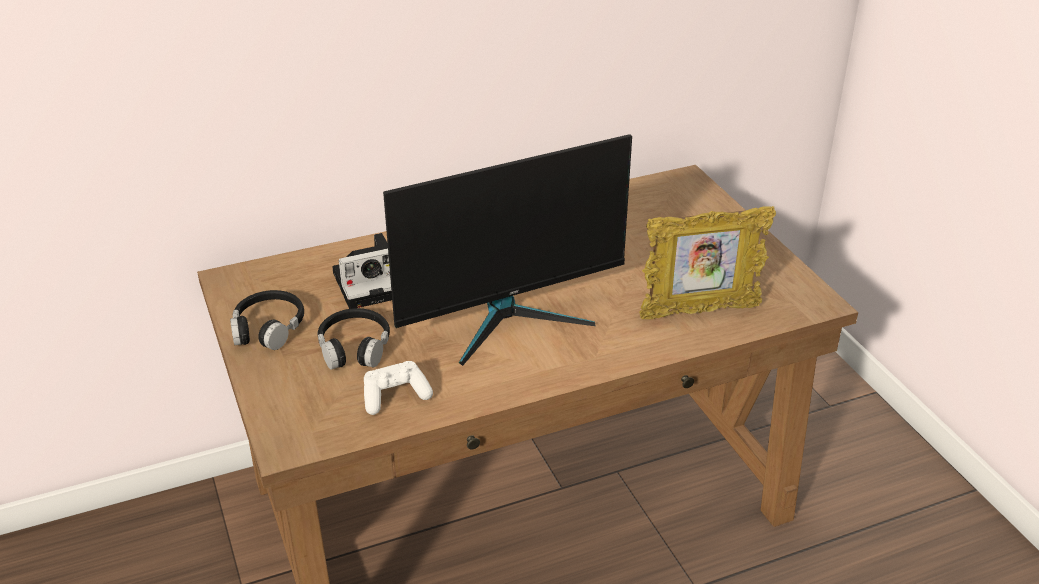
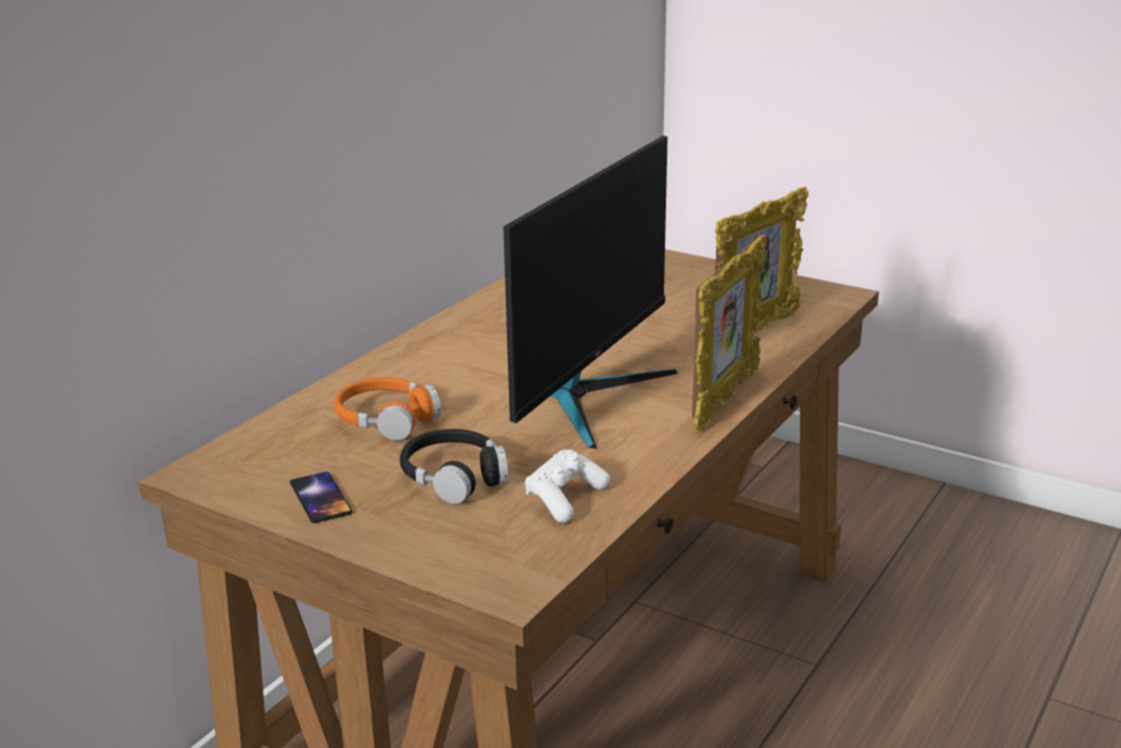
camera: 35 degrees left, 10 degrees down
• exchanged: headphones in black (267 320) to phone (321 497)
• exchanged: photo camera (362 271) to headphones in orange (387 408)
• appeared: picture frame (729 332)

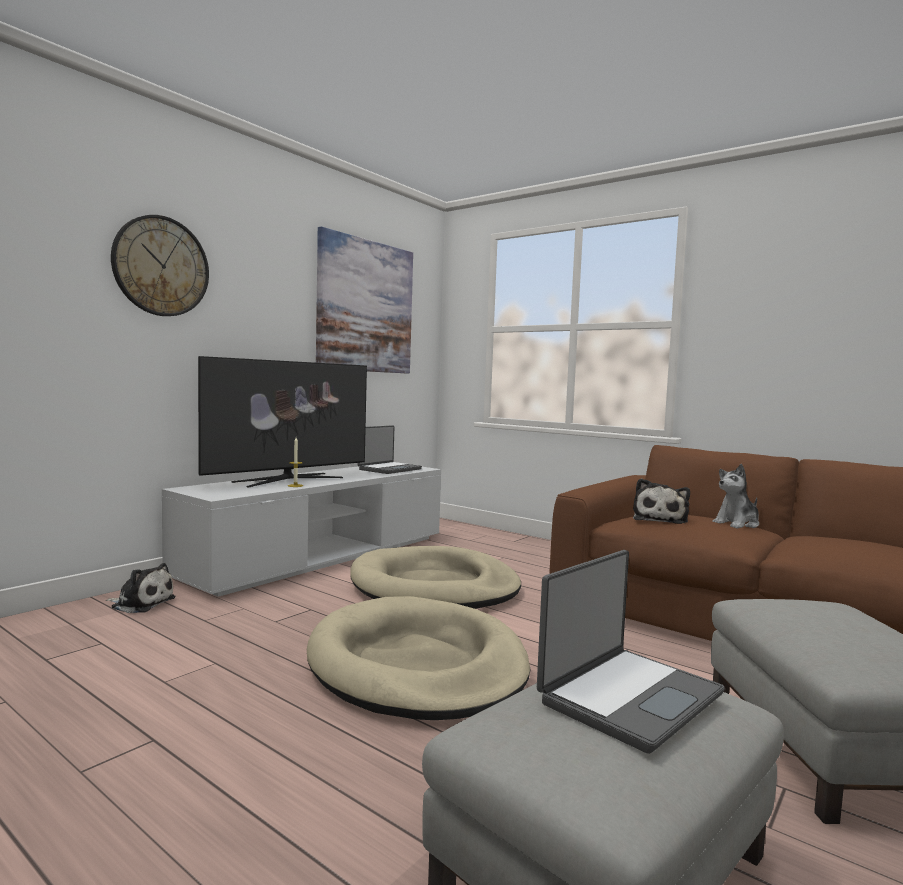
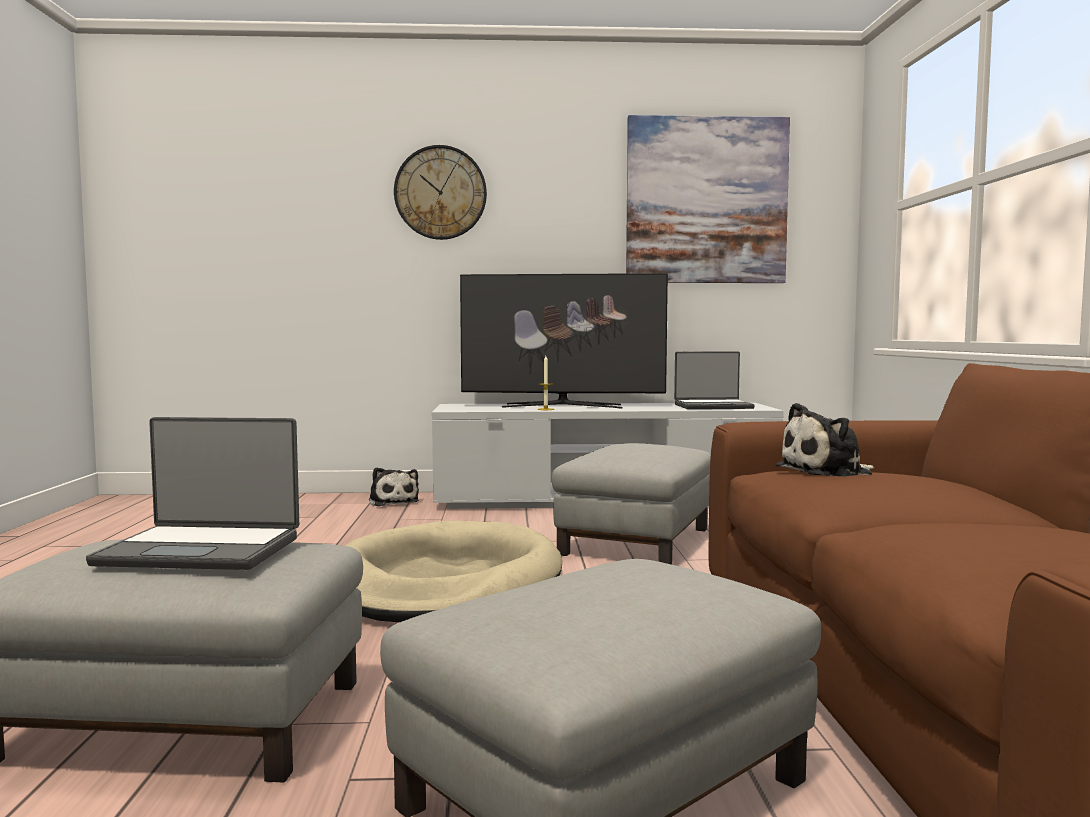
camera: 50 degrees right, 0 degrees up
• exchanged: dog bed in beige (436 577) to ottoman in grey (631 504)
• missing: plush toy (735 496)

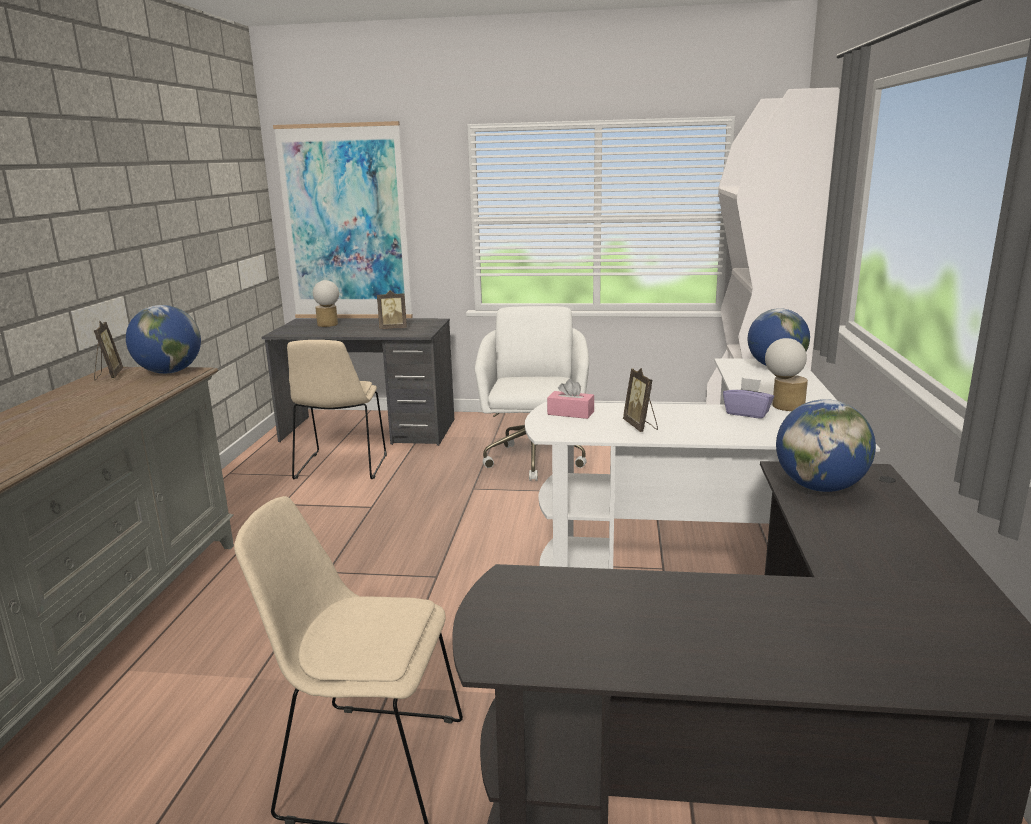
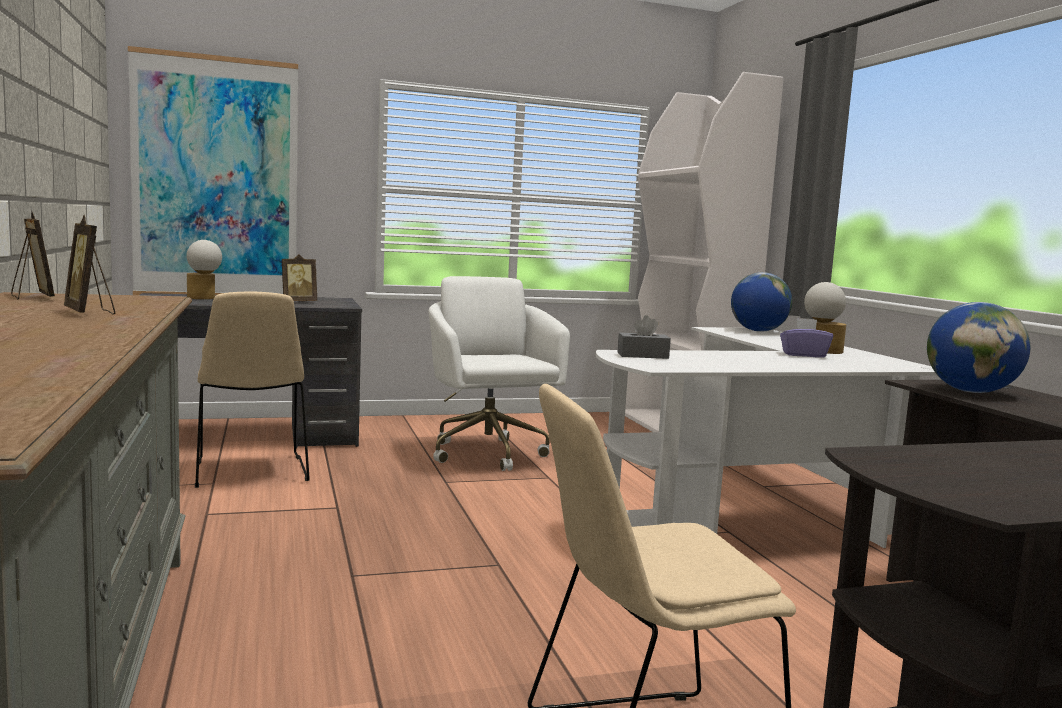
camera: 25 degrees left, 10 degrees down
• missing: globe (163 339)
• colour: tissue box in pink (570 399) to tissue box in grey (644 337)
• relocated: picture frame (640 400) to (89 264)

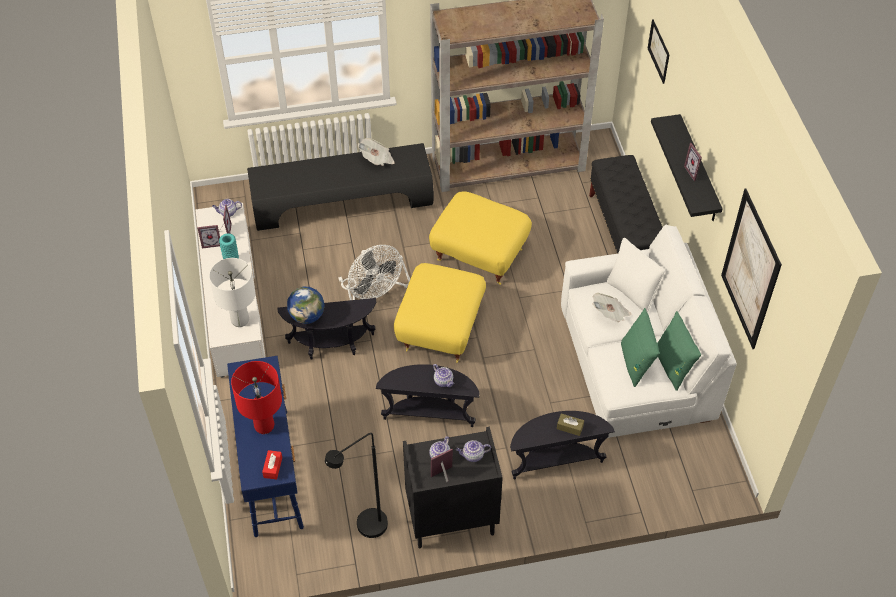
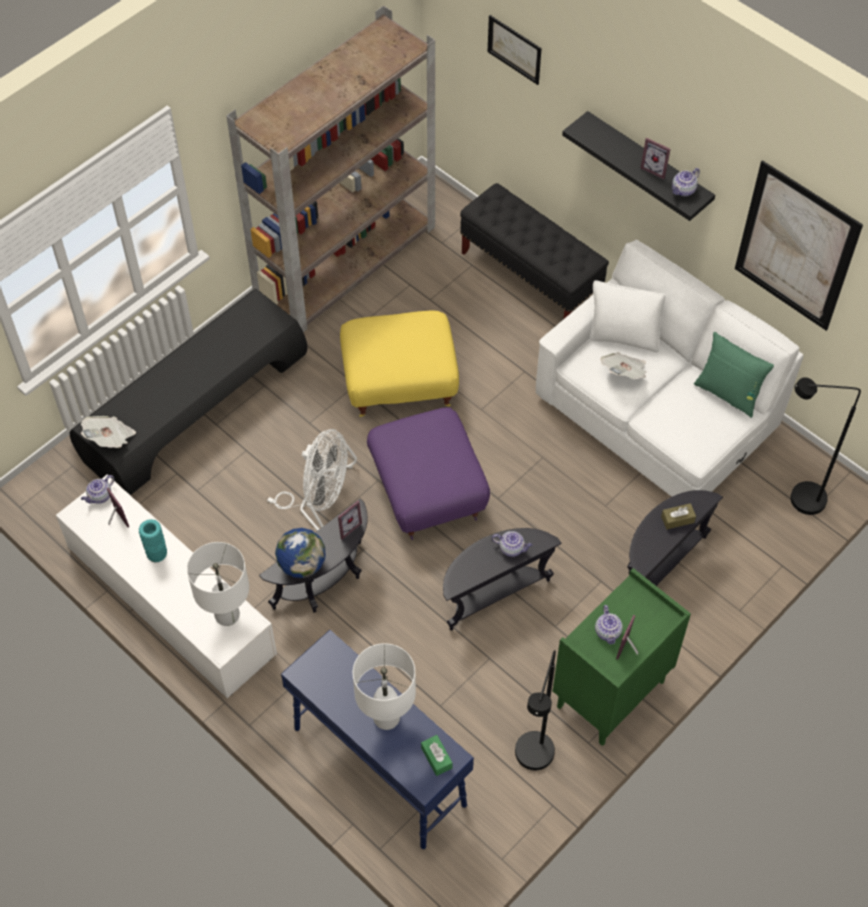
camera: 35 degrees left, 5 degrees up
• relocated: picture frame (208 237) to (350 520)
• colour: table lamp in red (256 397) to table lamp in white (384 686)
• colour: tissue box in red (272 464) to tissue box in green (437 755)
• relocated: newspaper (376 152) to (108 432)
• colour: ottoman in yellow (440 313) to ottoman in purple (428 473)
• colour: cabinet in black (453 487) to cabinet in green (621 656)
• relocated: teapot (473 451) to (685 182)
• missing: pillow in green (640 347)
• appeared: floor lamp in black (825 446)

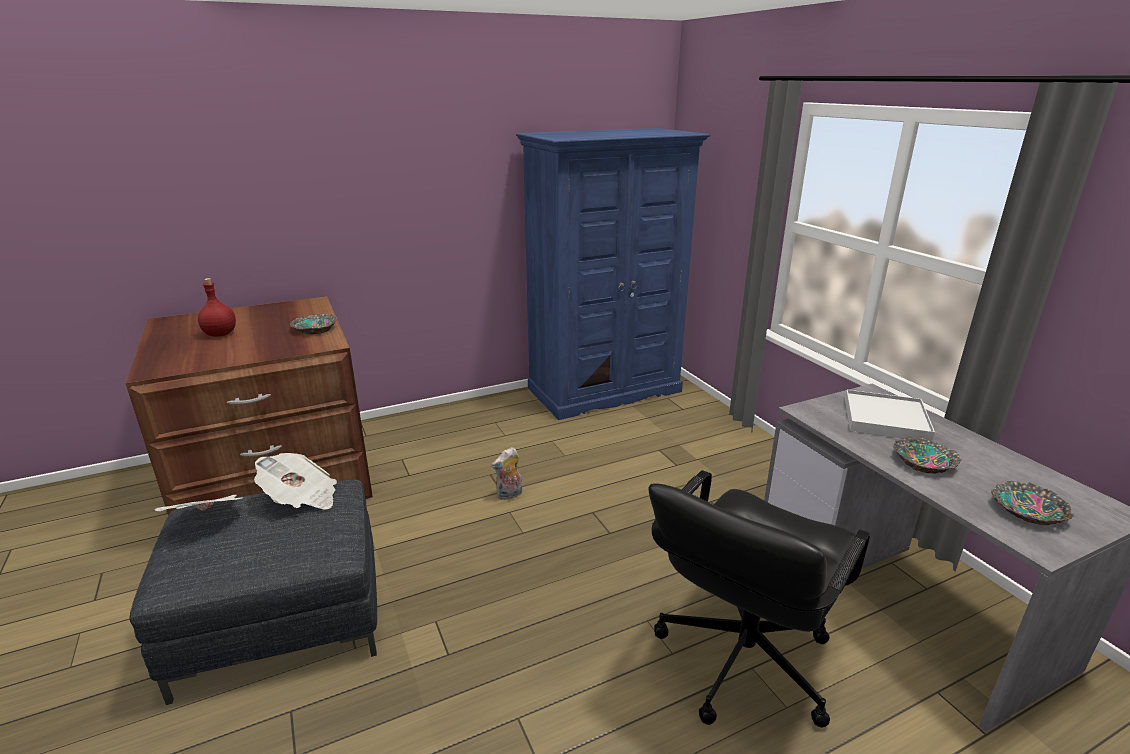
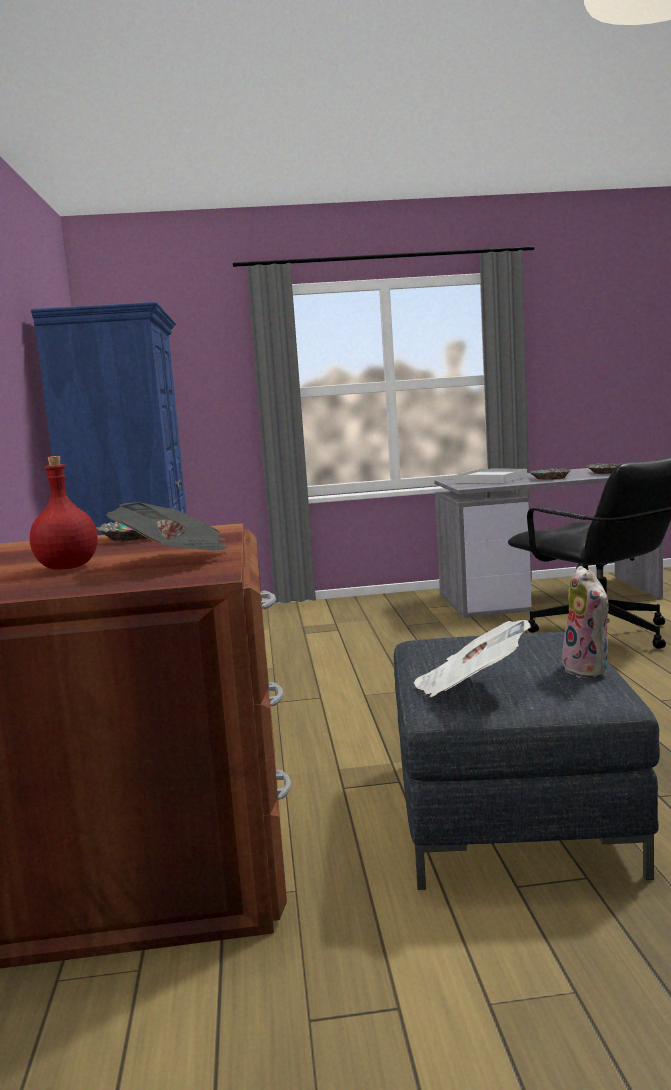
camera: 70 degrees left, 15 degrees down
• relocated: newspaper (295 481) to (167 526)
• relocated: plush toy (506 473) to (586 622)

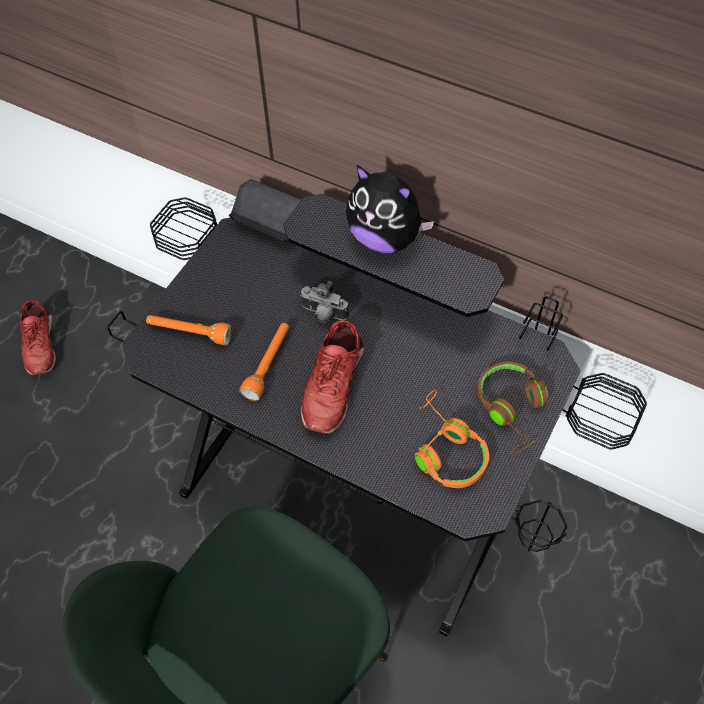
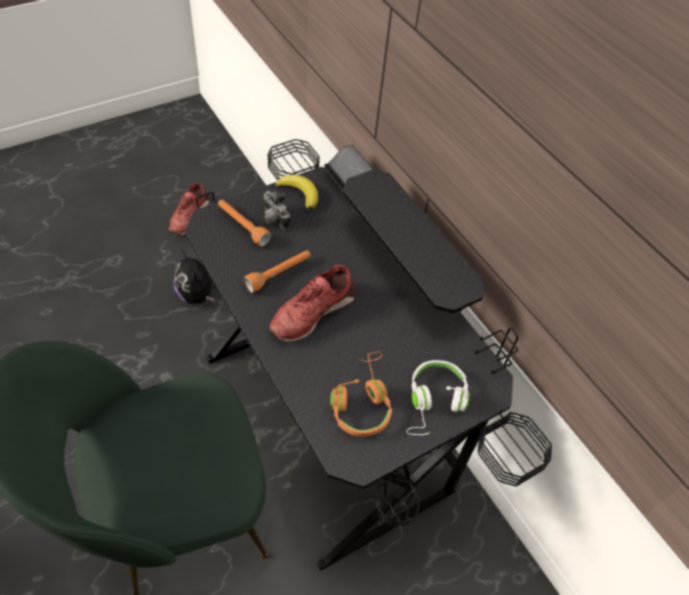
camera: 25 degrees right, 5 degrees down
• relocated: photo camera (324 302) to (276 210)
• relocated: plush toy (390 208) to (194 277)
• colour: headphones in brown (512 408) to headphones in white (438 397)
• appeared: banana (296 192)

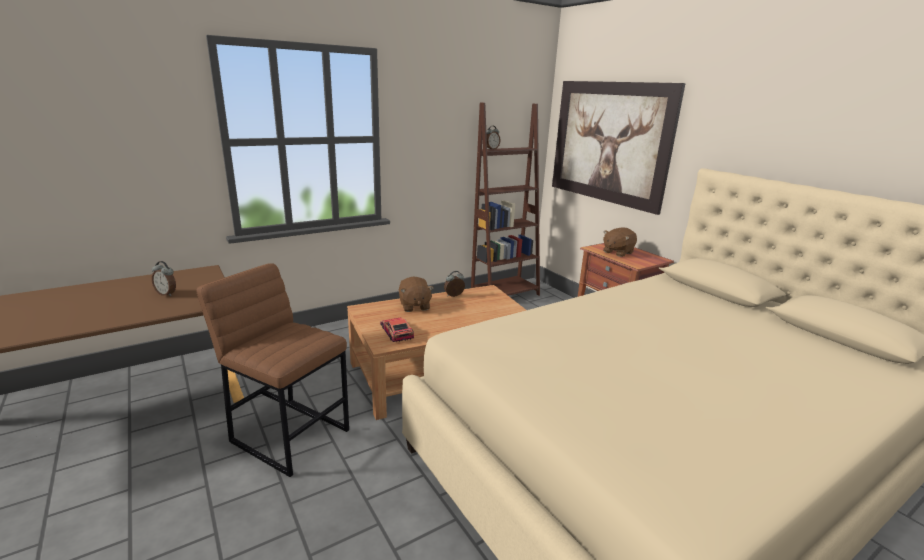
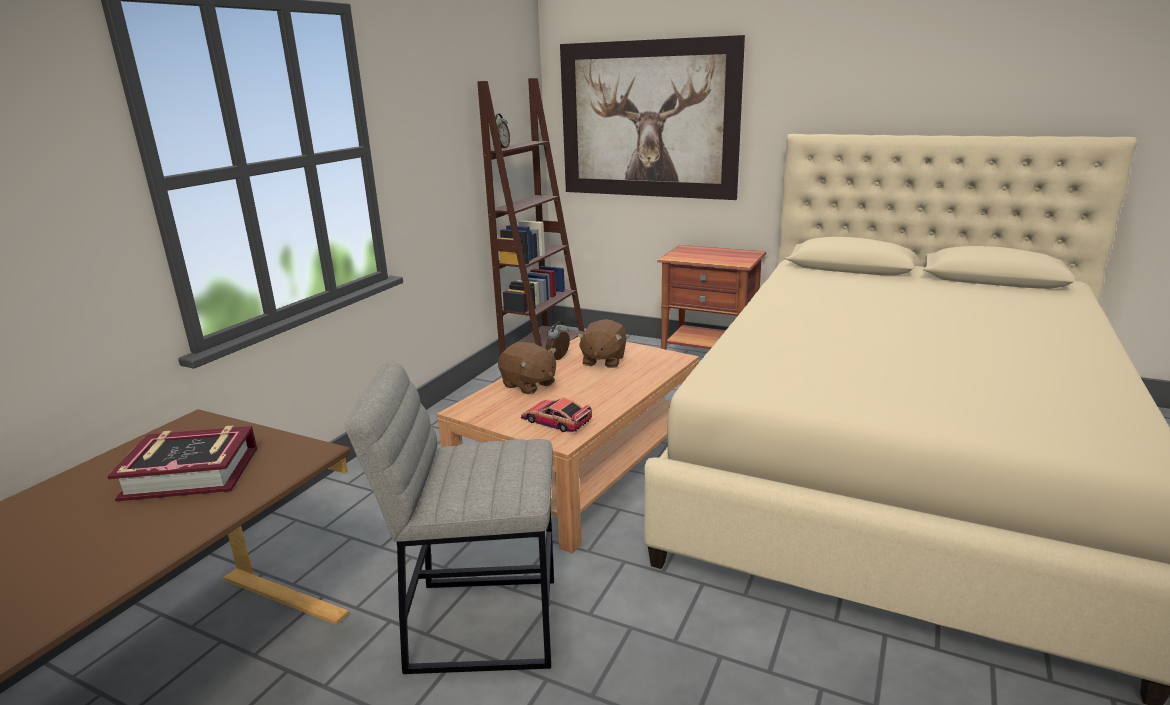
camera: 30 degrees left, 0 degrees up
• exchanged: alarm clock (164 278) to book (182 463)
• colour: chair in brown (273 370) to chair in grey (449 518)
• relocated: plush toy in brown (620 242) to (602 343)

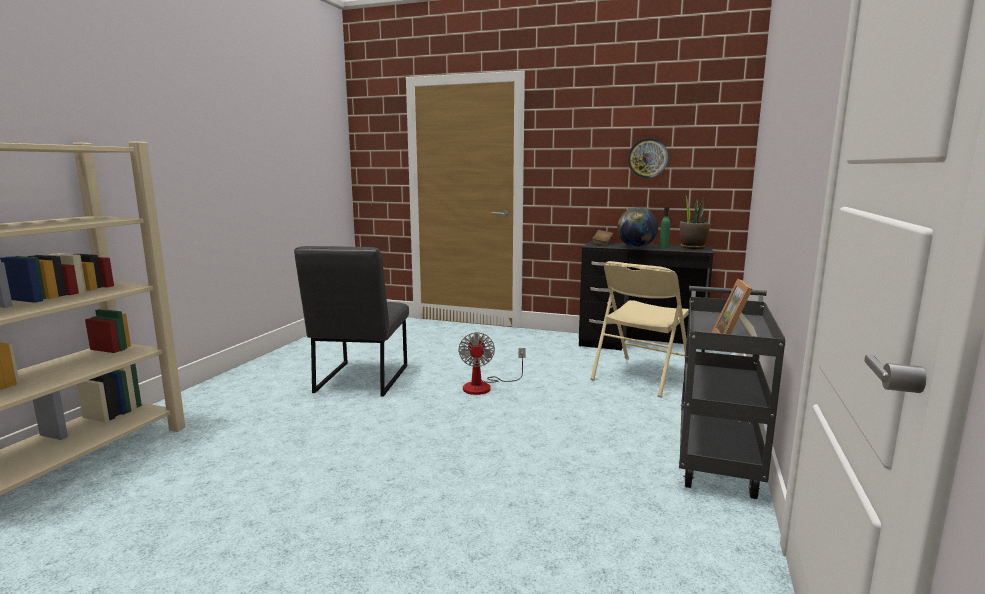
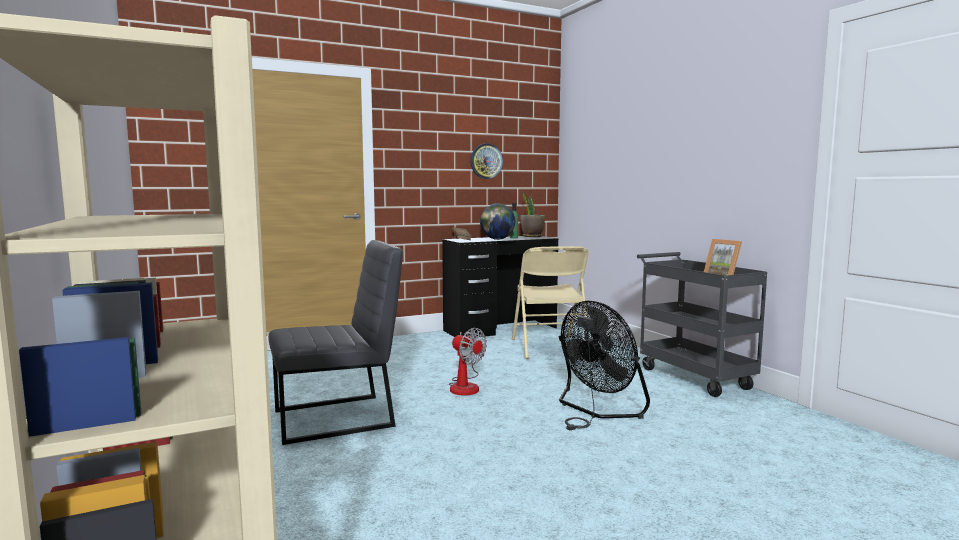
camera: 45 degrees left, 5 degrees down
• spun: chair in grey (351 321) = (335 342) 75 degrees counterclockwise
• appeared: fan in black (604 366)

